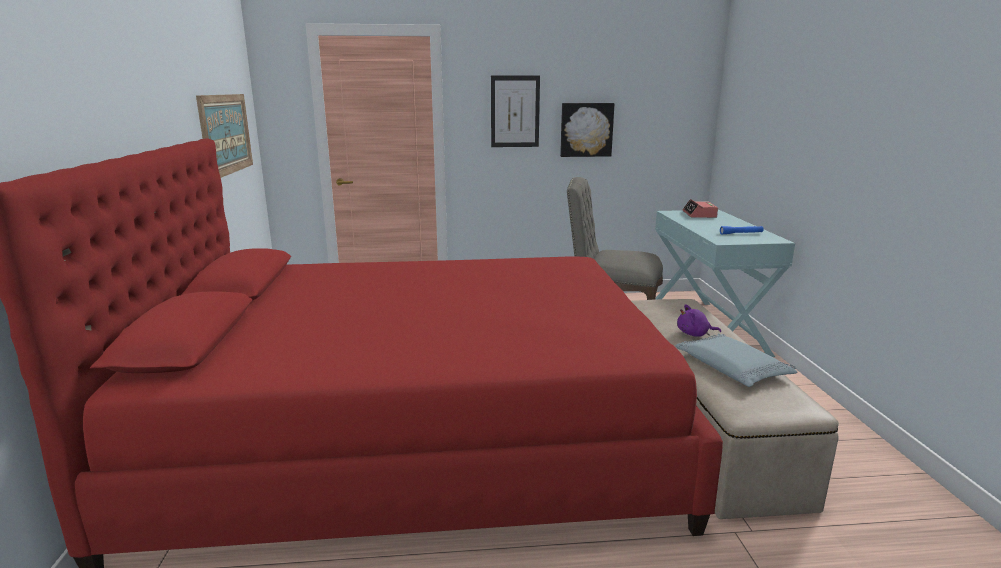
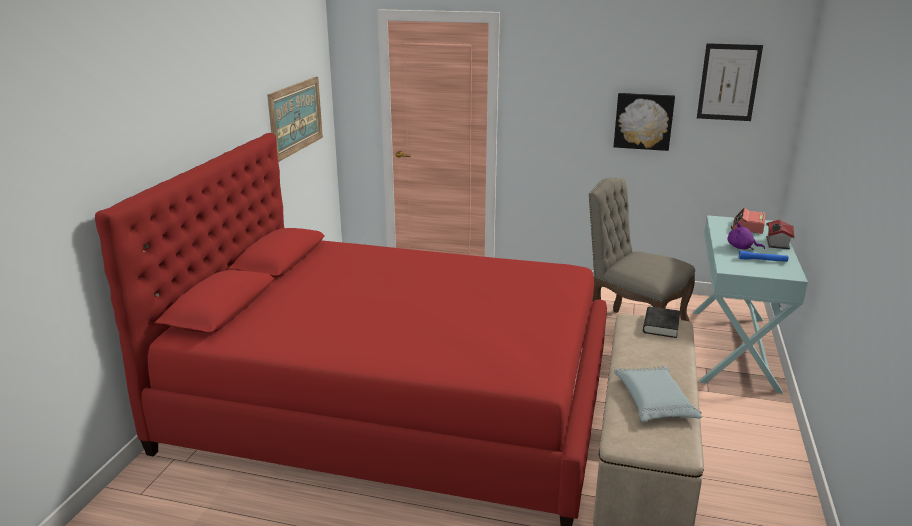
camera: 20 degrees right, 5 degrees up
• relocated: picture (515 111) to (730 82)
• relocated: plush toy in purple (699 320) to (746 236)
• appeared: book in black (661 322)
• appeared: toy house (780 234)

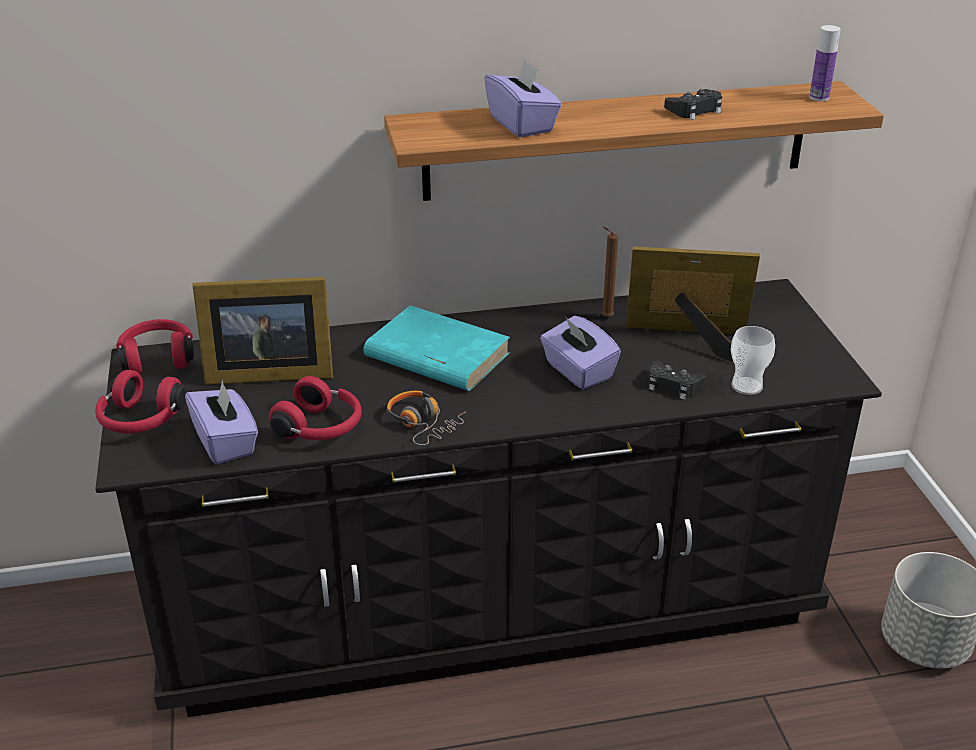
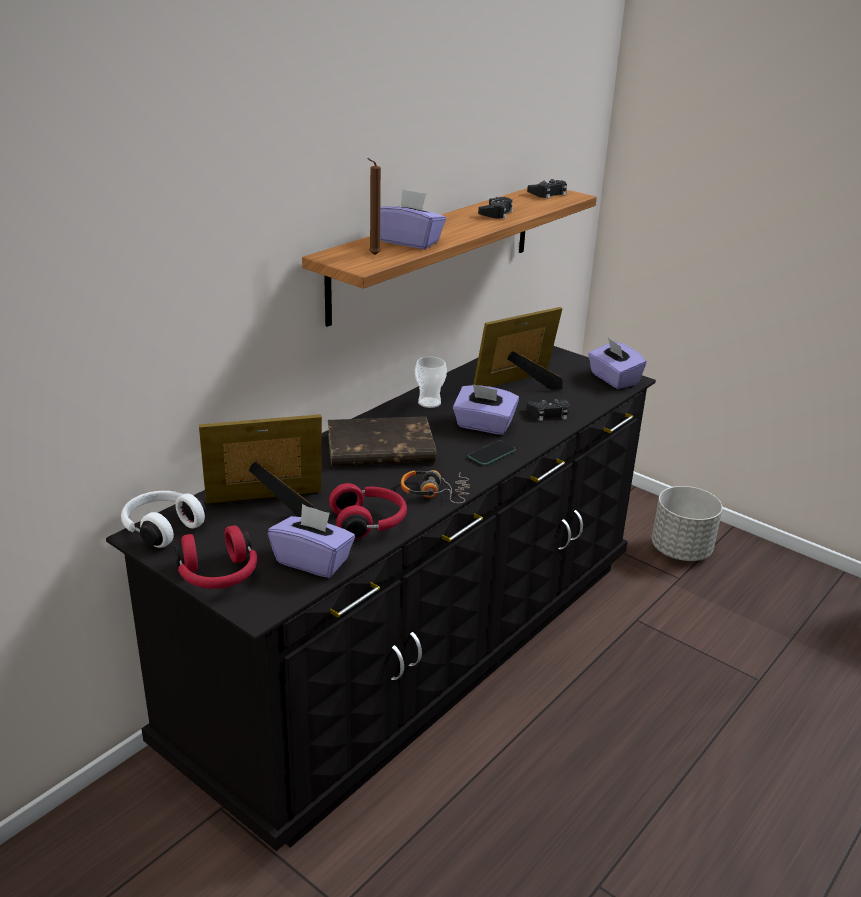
camera: 40 degrees left, 5 degrees down
• colour: headphones in red (155 347) to headphones in white (163 519)
• spun: picture frame (262 331) = (260 465) 150 degrees counterclockwise
• colour: book in turquoise (436 348) to book in brown (382 441)
• relocated: candle in brown (609 272) to (374 206)
• relocated: cup (753 360) to (431 382)
• exchanged: bottle (824 63) to game controller in black (547 189)
• appeared: phone (492 453)
• appeared: tissue box in purple (617 363)

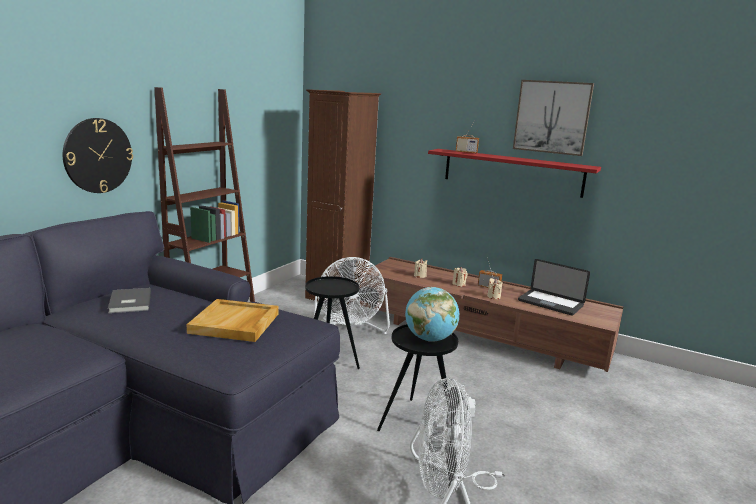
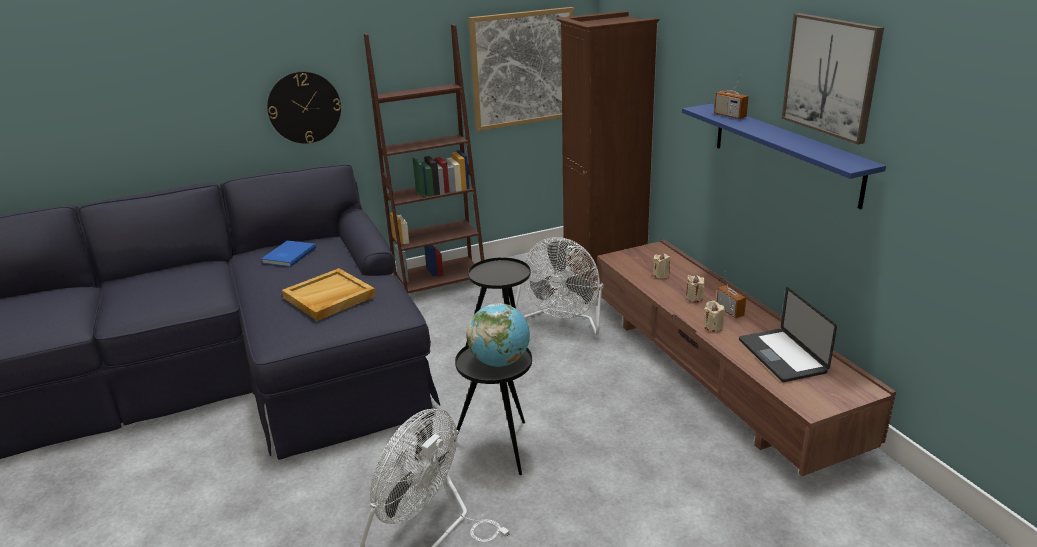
camera: 40 degrees right, 10 degrees up
• colour: book in grey (129 300) to book in blue (288 253)
• colour: shelf in red (514 173) to shelf in blue (784 156)
• appeared: picture (521 69)

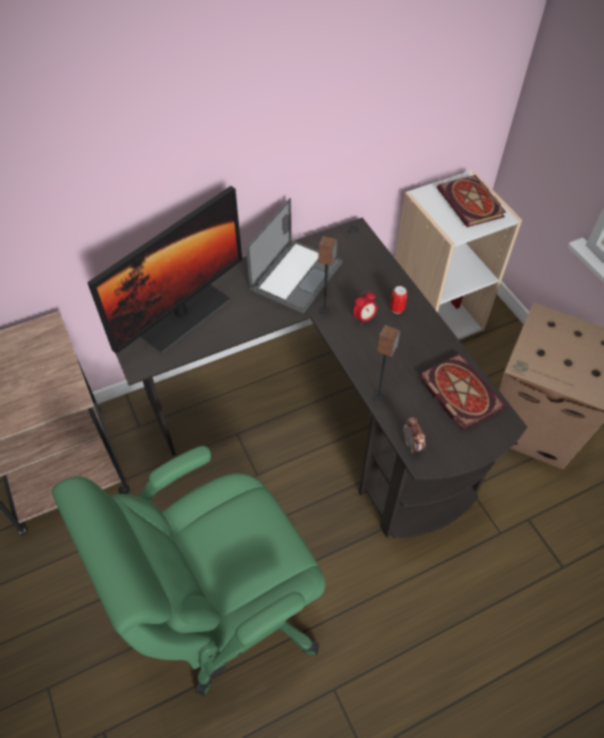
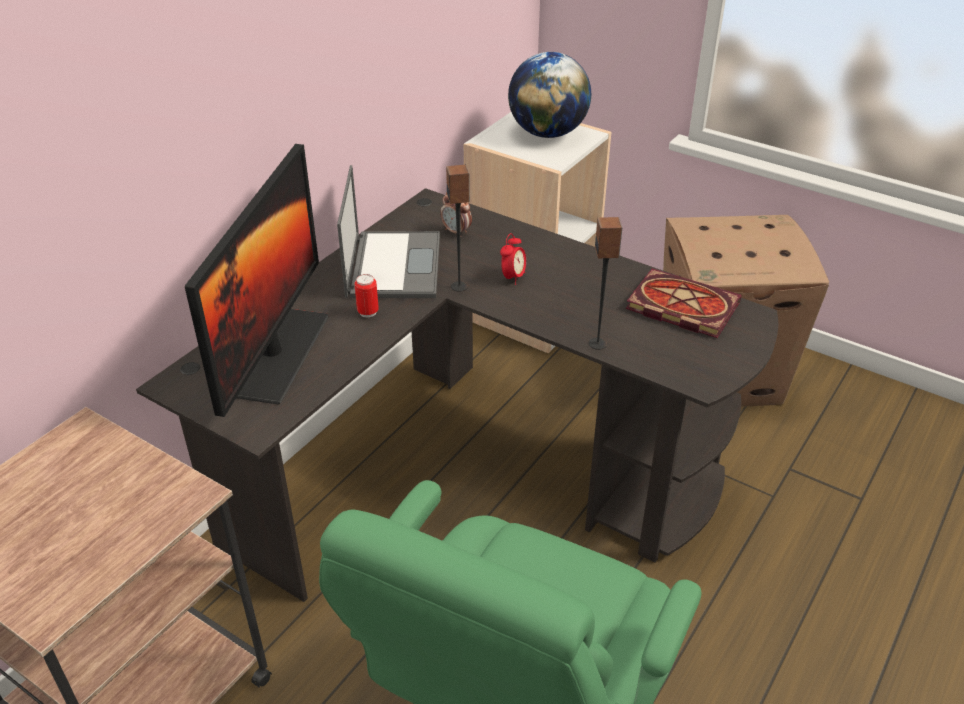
camera: 30 degrees left, 15 degrees down
• relocated: can (399 300) to (366 295)
• relocated: alarm clock (414 435) to (456 214)
• exchanged: book (471 201) to globe (549 95)

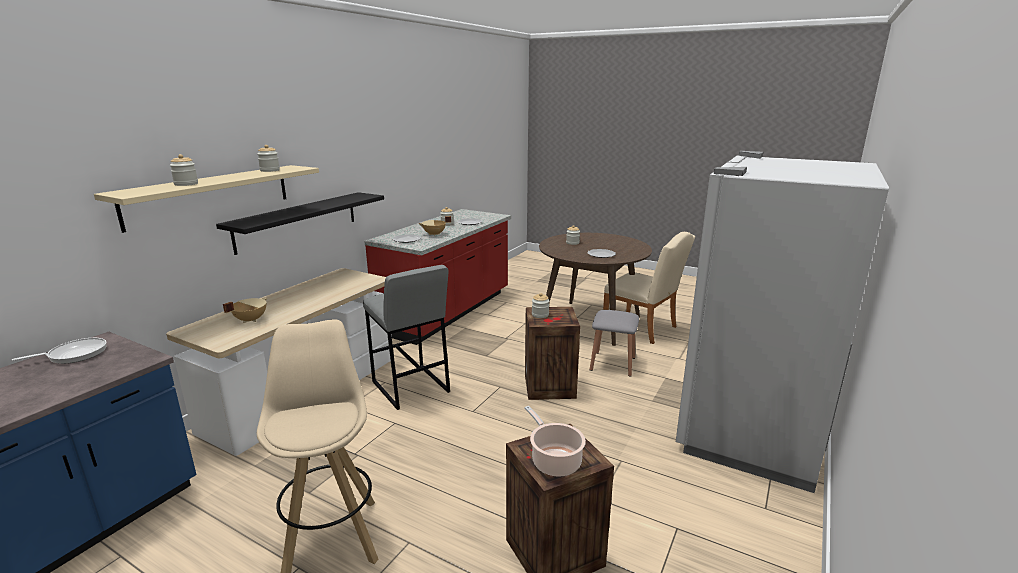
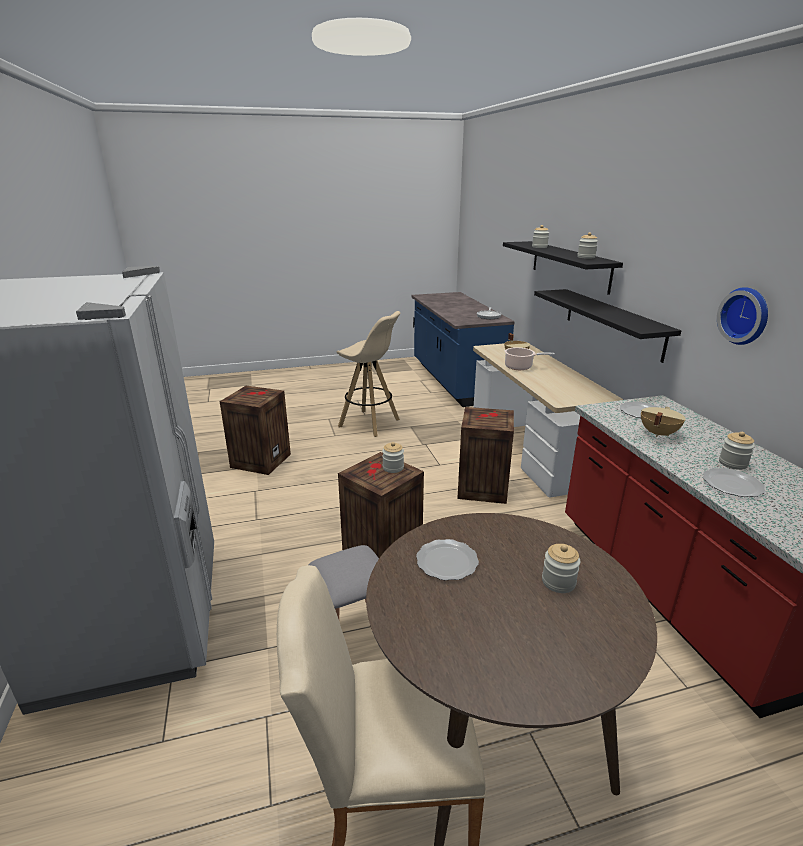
camera: 135 degrees right, 5 degrees up
• colour: shelf in beige (206 199) to shelf in black (563 268)
• exchanged: stool in grey (406 337) to crate (485 455)
• relocated: cooking pot (555 441) to (530 358)
• appeared: wall clock (742 316)

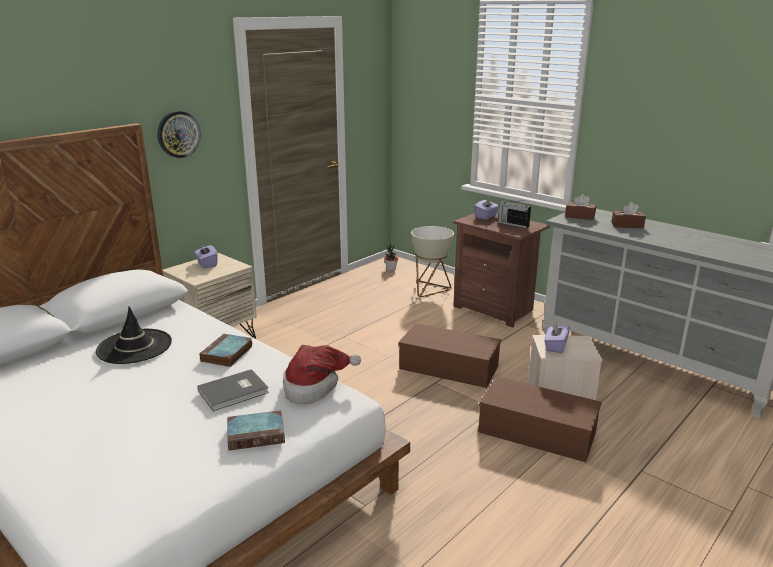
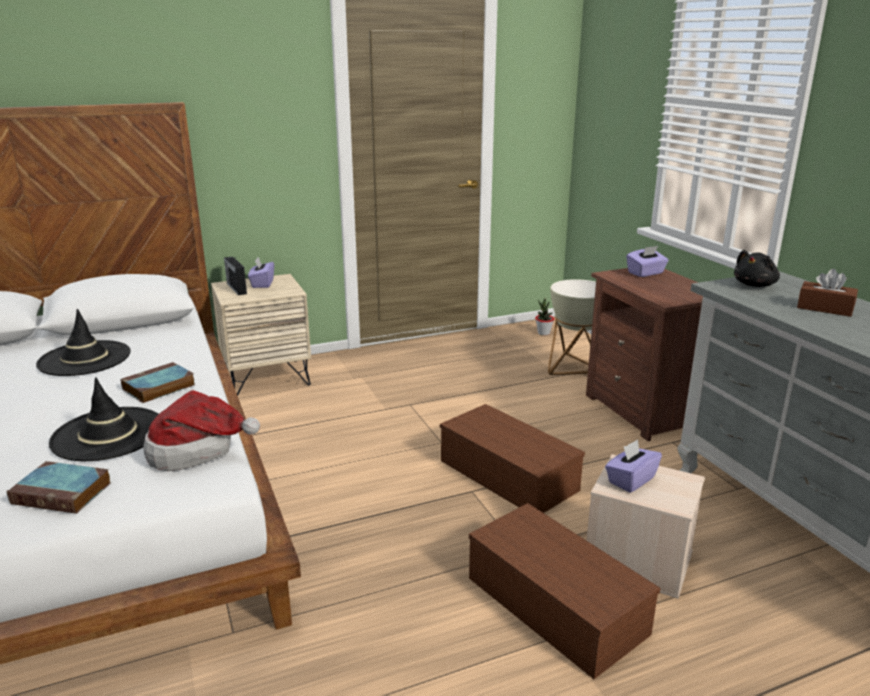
camera: 25 degrees right, 0 degrees up
• missing: wall clock (179 134)
• exchanged: book in grey (233 390) to hat in black (104 419)
• relocated: radio (514 214) to (235 276)
• exchanged: tissue box in brown (580 207) to plush toy in black (757 268)

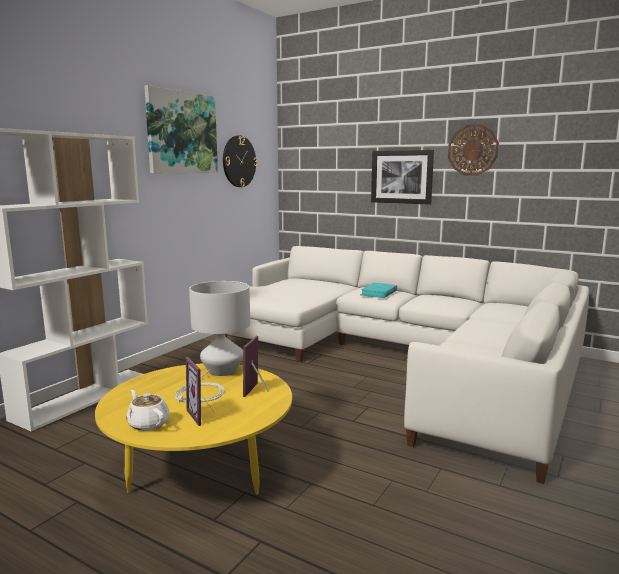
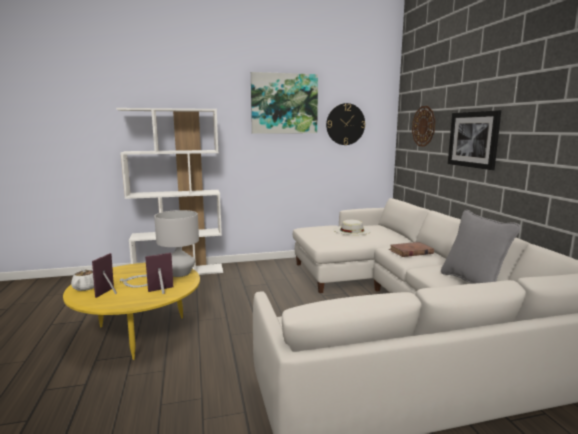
camera: 45 degrees right, 0 degrees up
• colour: book in turquoise (378 290) to book in brown (411 249)
• relocated: wall clock (473 150) to (423 126)
• appeared: hat in white (352 227)
• appeared: pillow in grey (481 247)

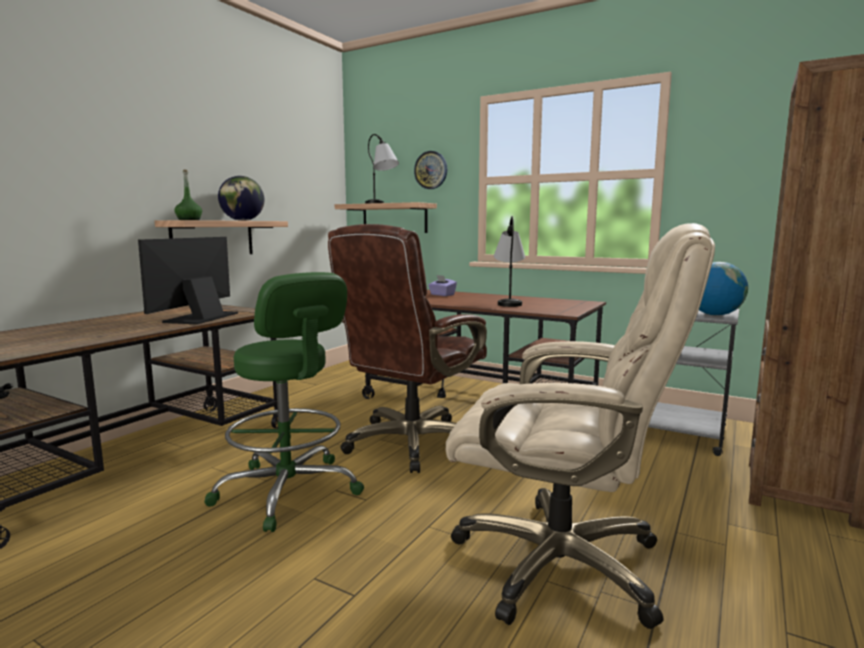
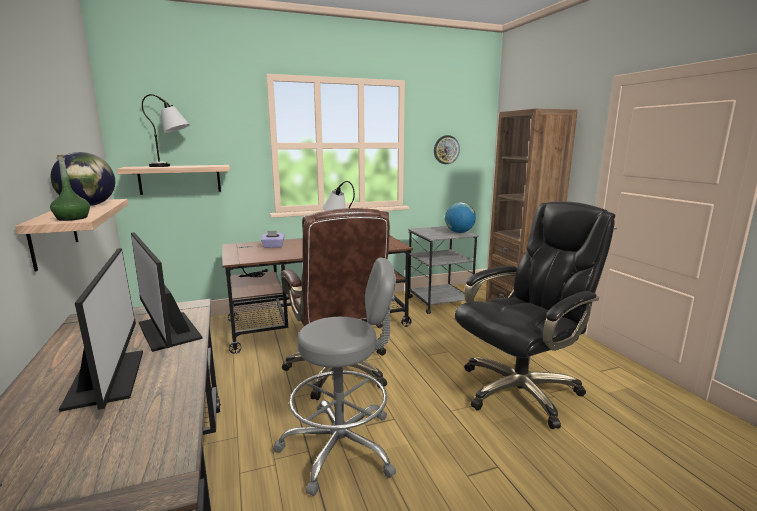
camera: 50 degrees left, 5 degrees up
• colour: stool in green (284 402) to stool in grey (334 377)
• relocated: wall clock (430 170) to (447 149)
• colour: office chair in beige (580 426) to office chair in black (535 315)
• appeared: monitor (101 330)

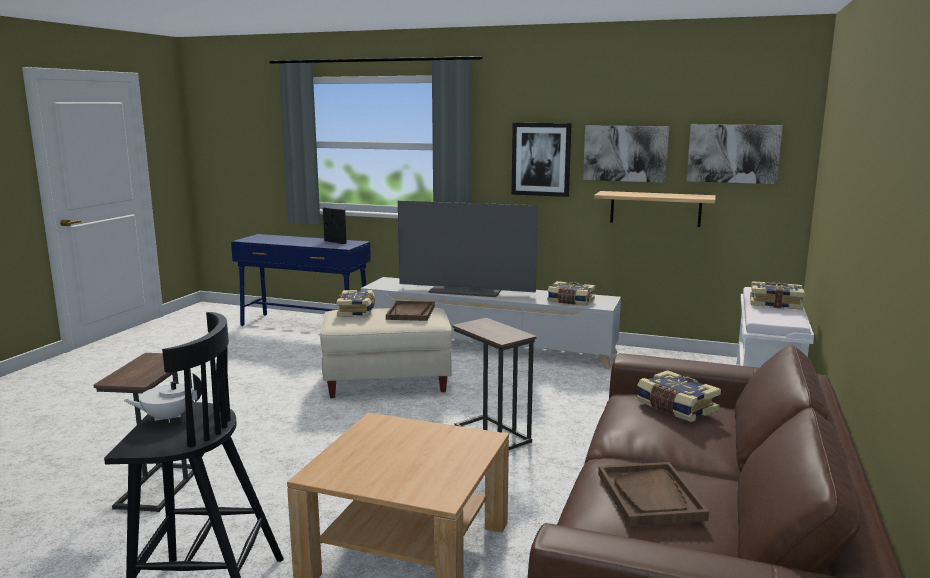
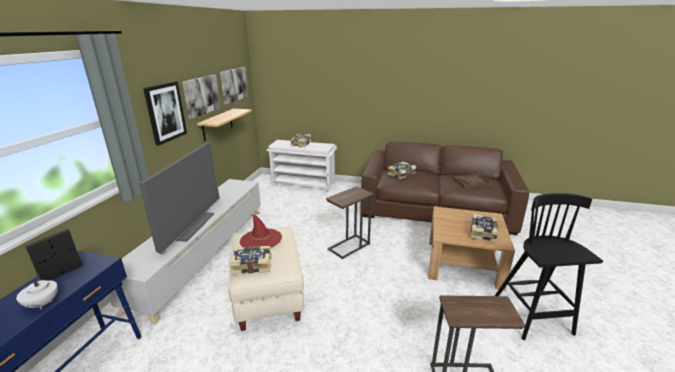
camera: 95 degrees left, 10 degrees up
• relocated: teapot in white (162 398) to (37 291)
• exchanged: tray in brown (410 311) to hat in red (261 230)
• relocated: book (571 293) to (484 228)

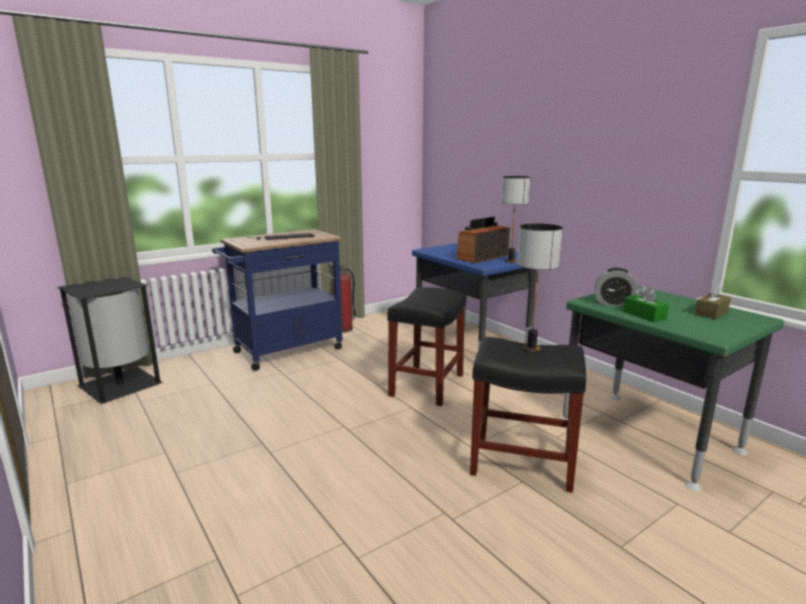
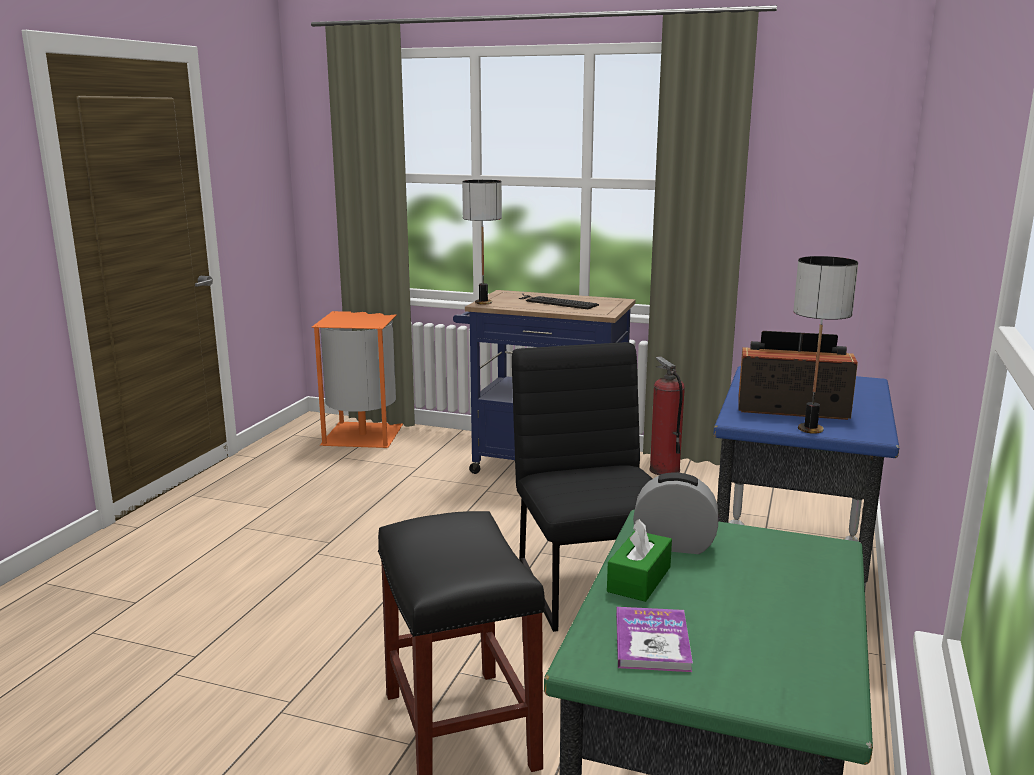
camera: 55 degrees right, 0 degrees up
• colour: trash can in black (110 340) to trash can in orange (357 379)
• exchanged: stool in black (426 346) to chair in black (582 487)
• relocated: table lamp (540 287) to (482 242)
• spun: alarm clock (616 287) = (675 513) 120 degrees clockwise
• missing: tissue box in brown (713 301)
• appeared: book (654 639)

